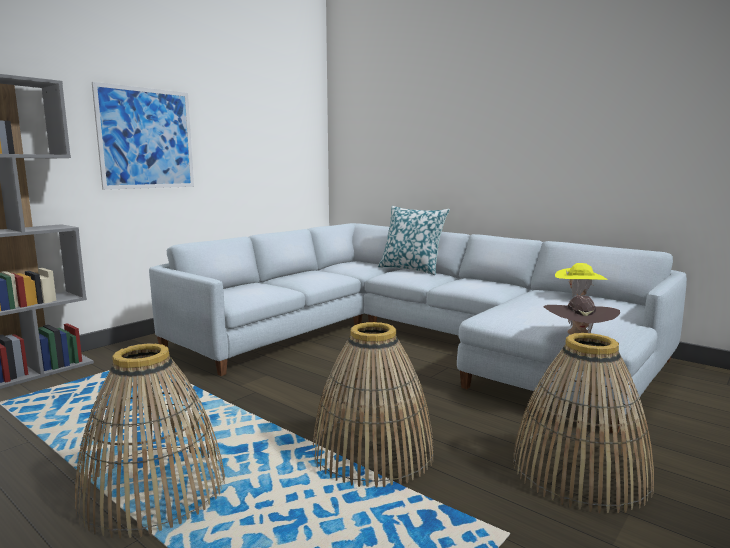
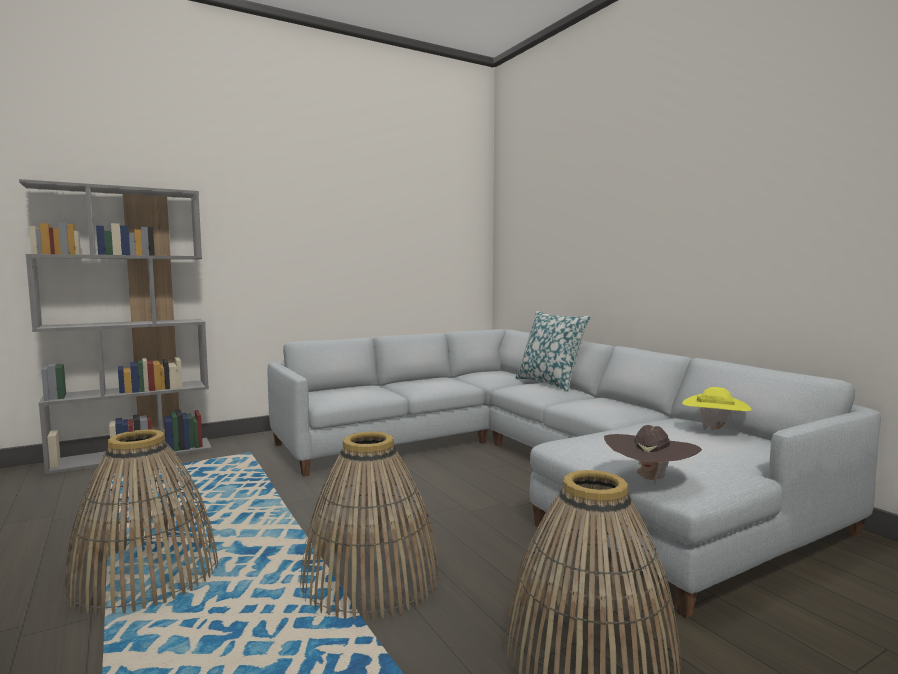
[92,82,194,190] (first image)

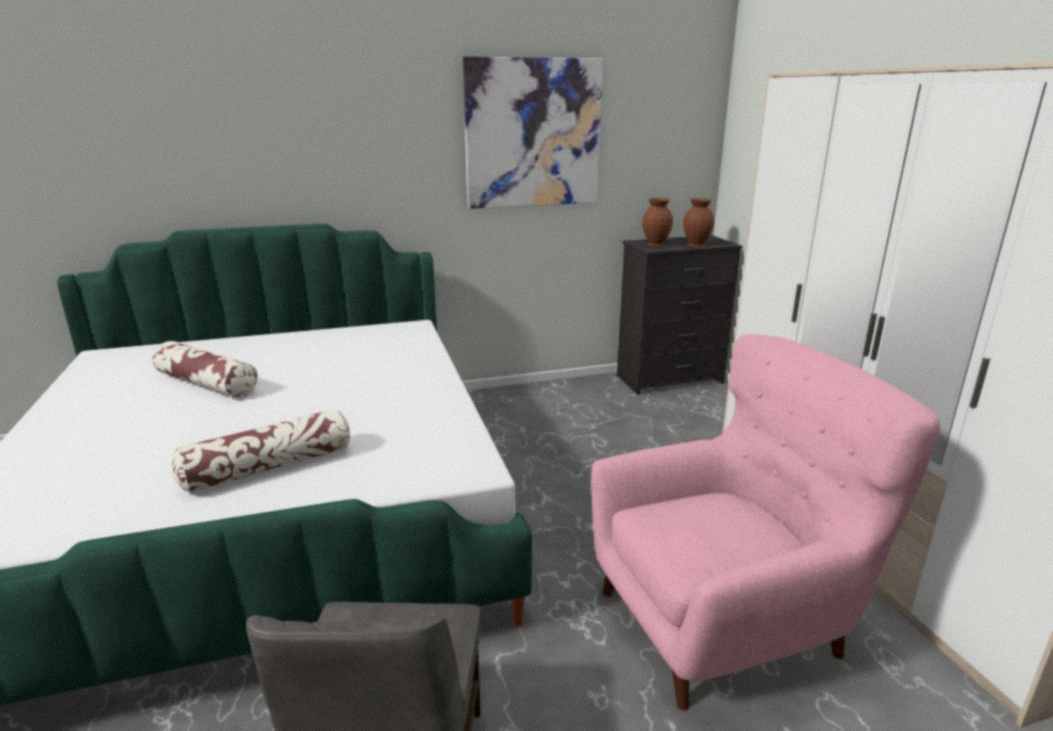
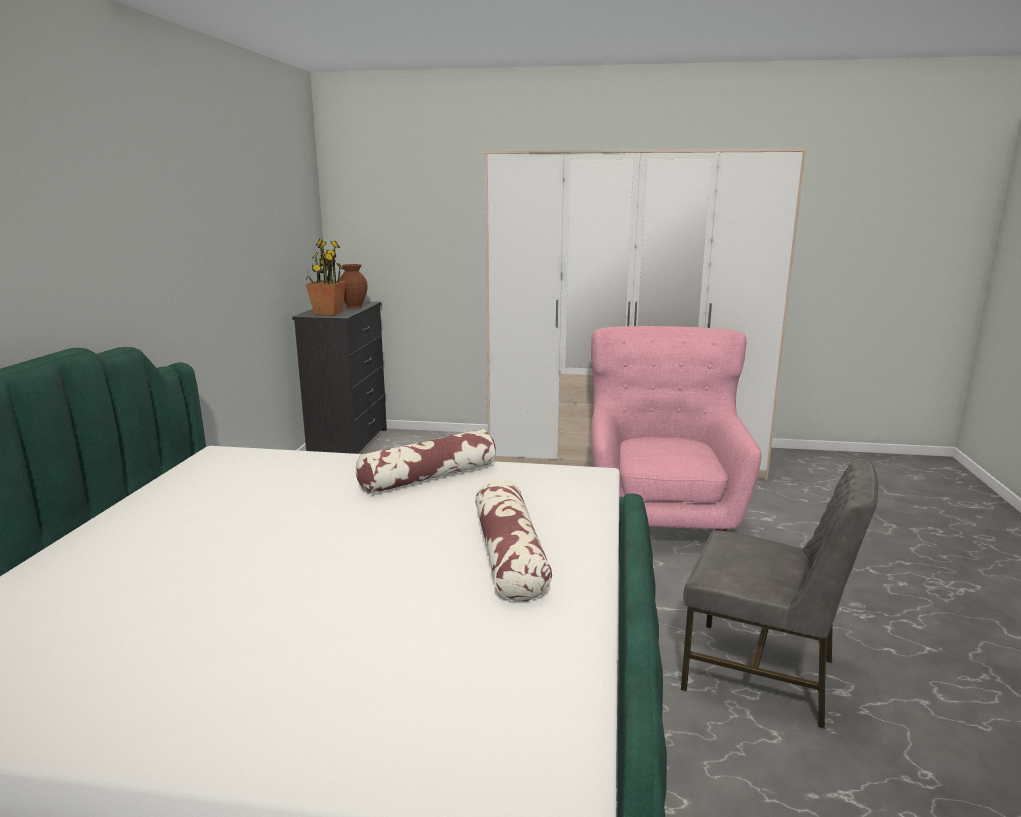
[463,56,603,209] (first image)
[356,429,496,494]
[306,239,346,315]

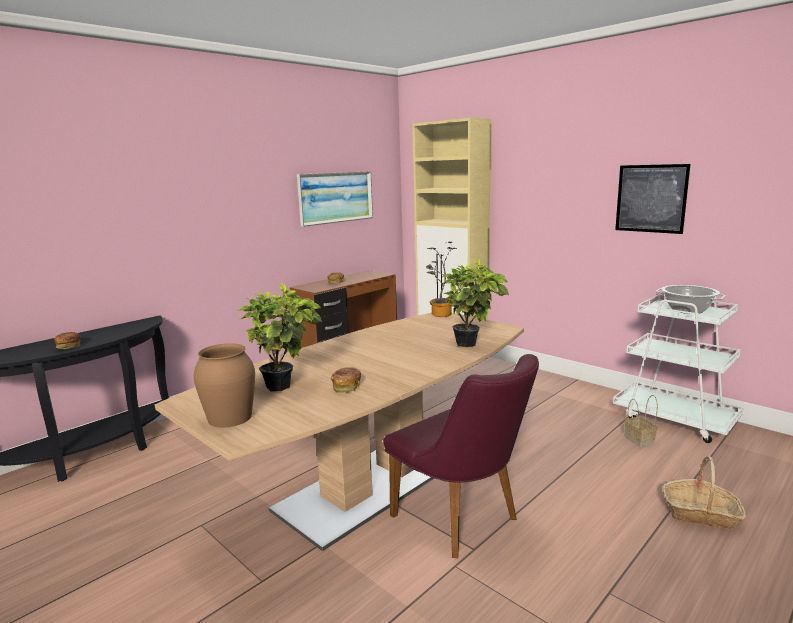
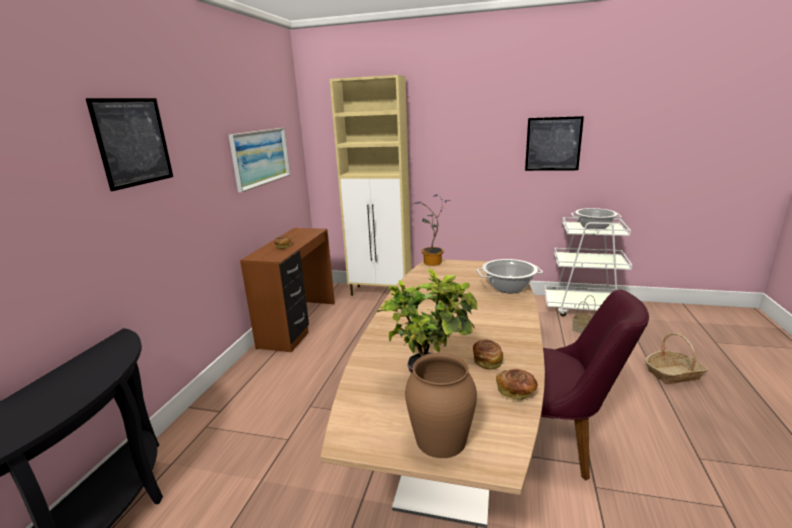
[86,98,173,191]
[496,369,538,400]
[477,259,543,293]

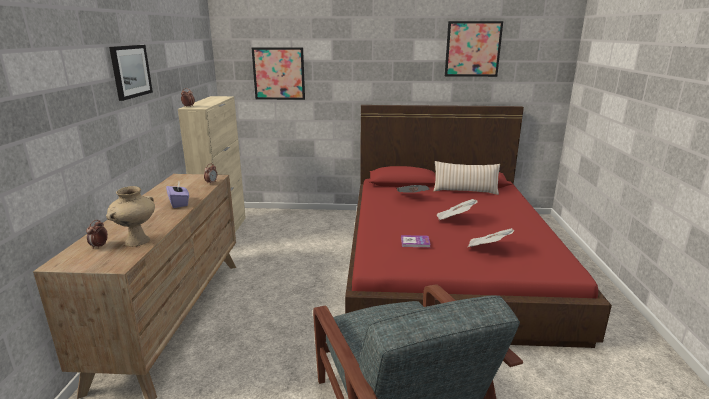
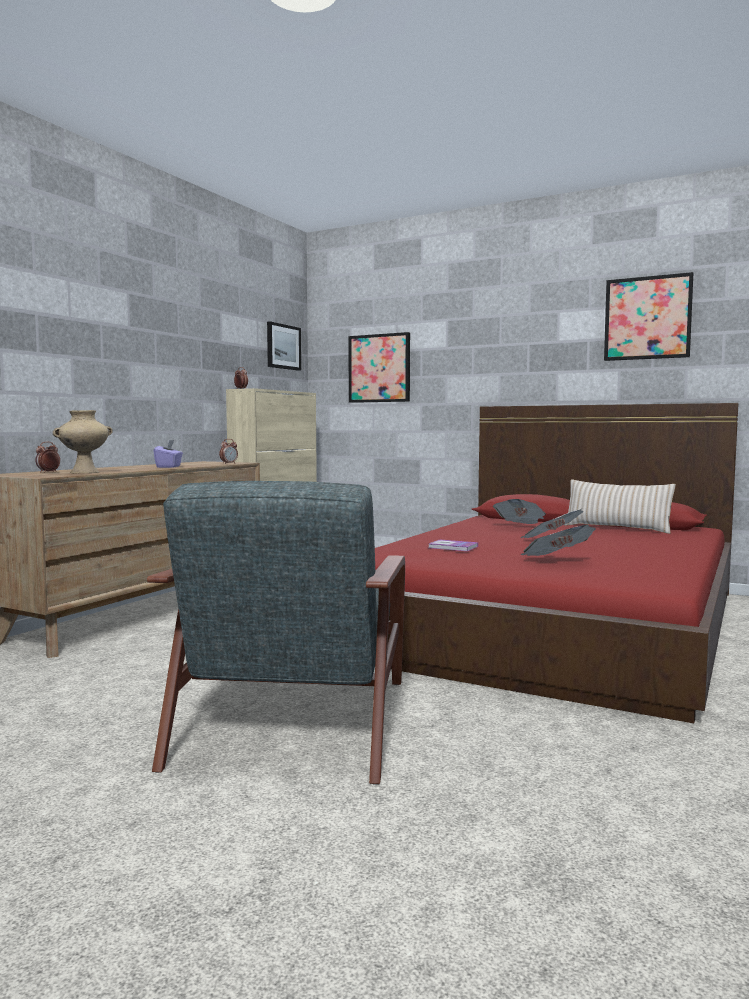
[267,321,301,371]

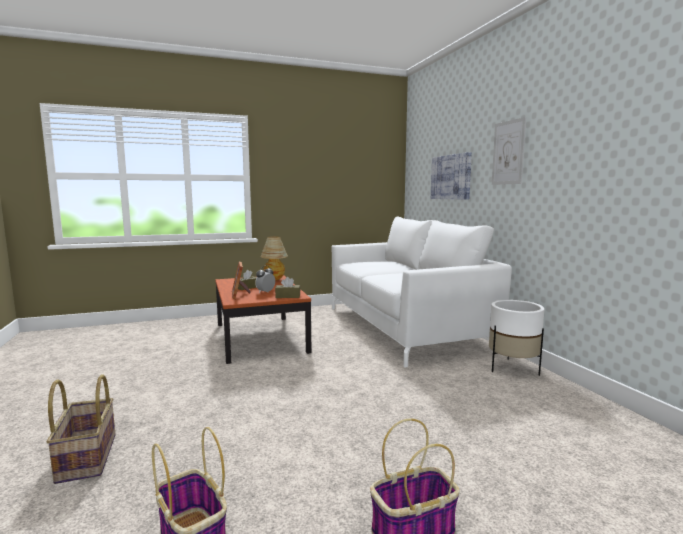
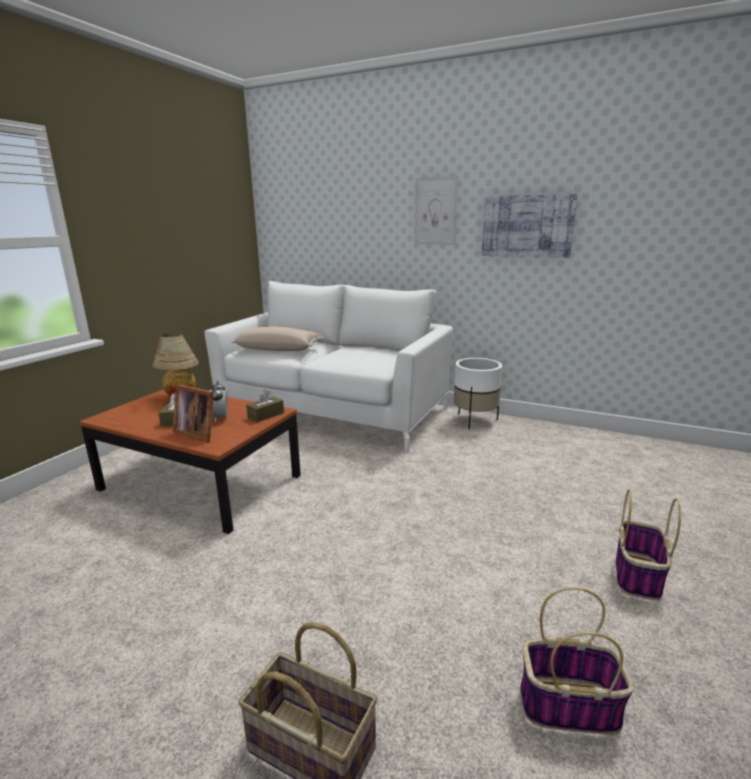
[231,326,323,351]
[481,194,578,258]

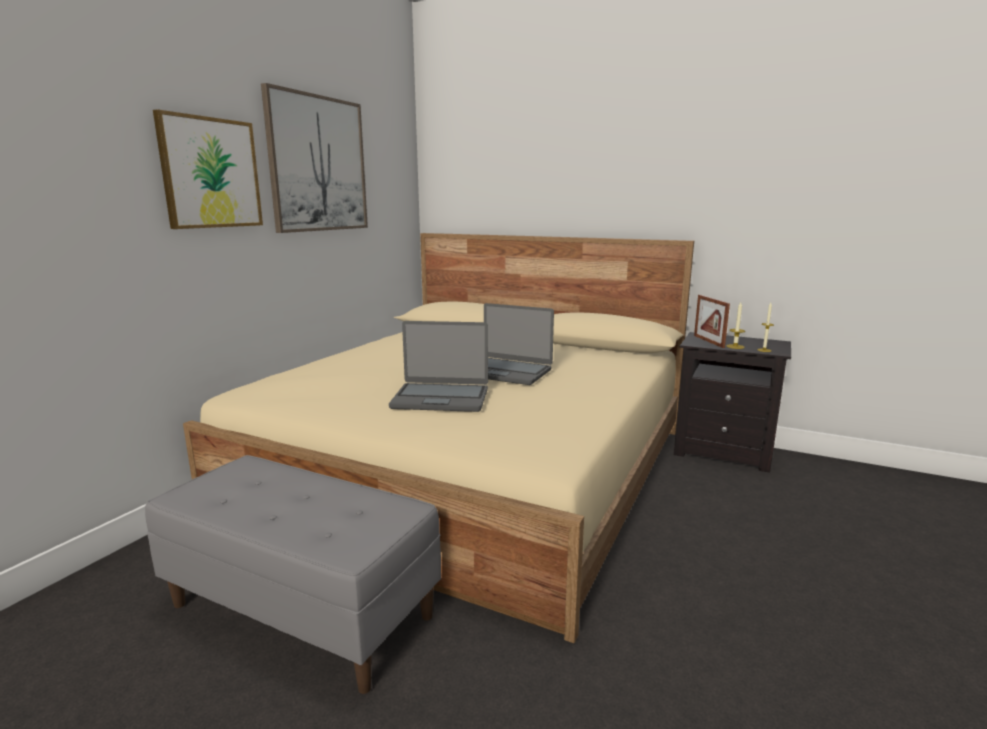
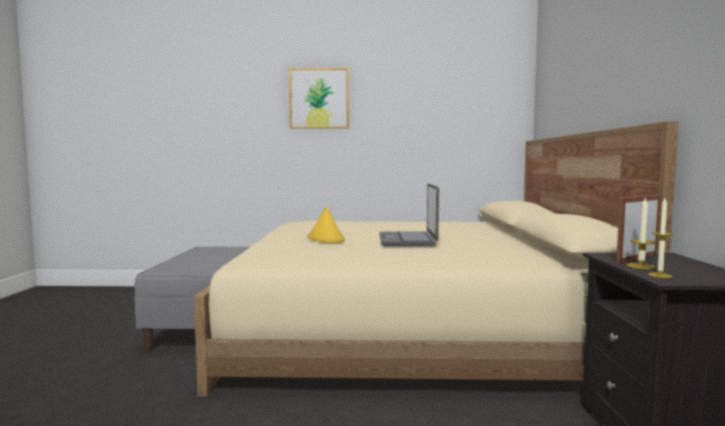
[261,83,368,233] (first image)
[307,206,345,243]

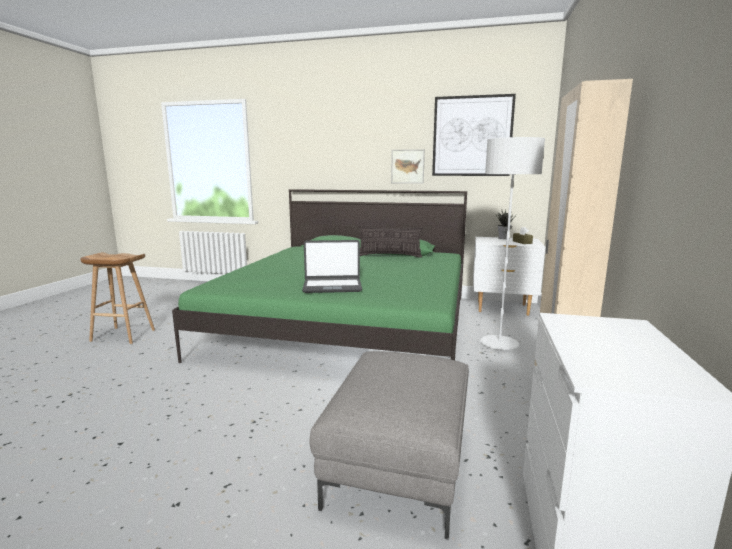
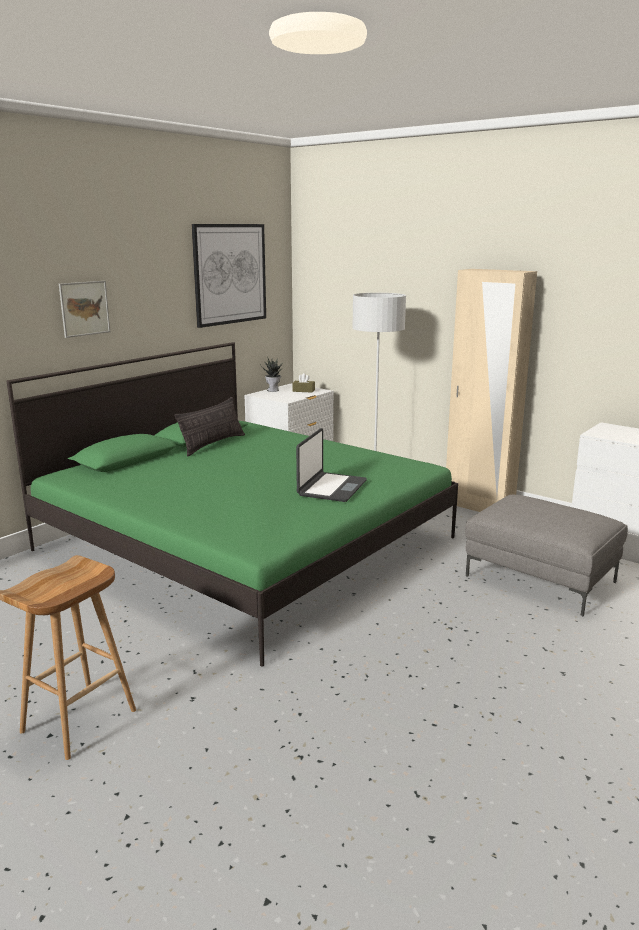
[59,281,110,338]

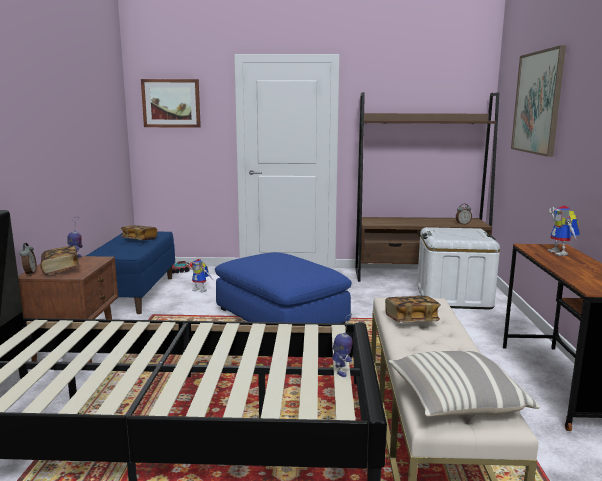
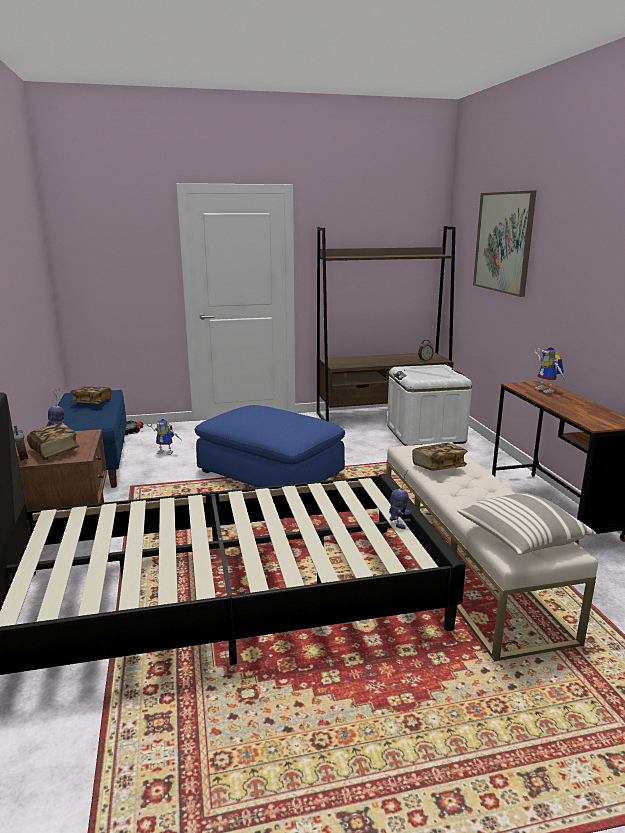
[141,79,201,128] (first image)

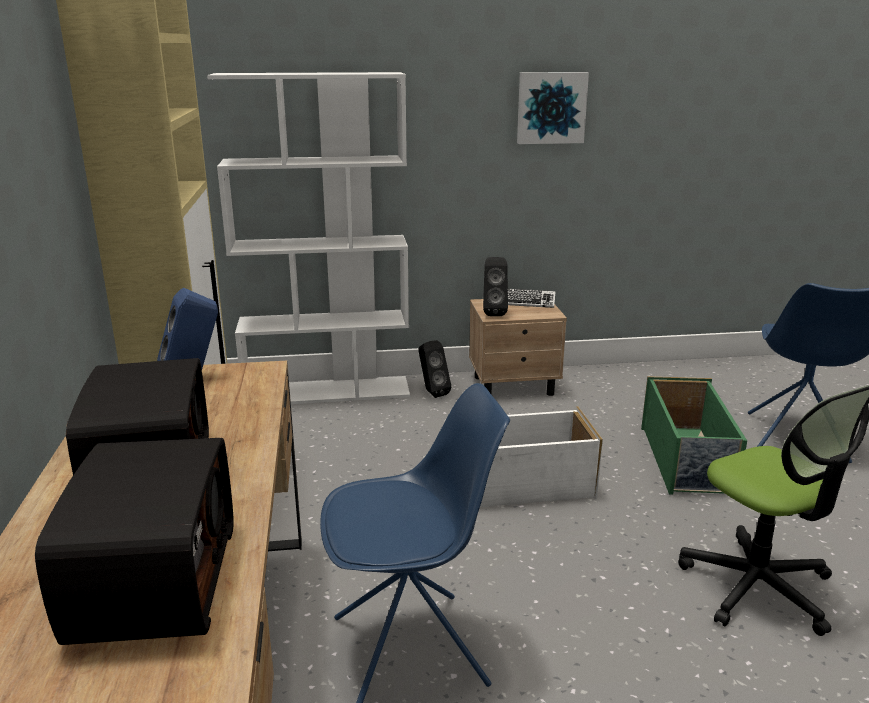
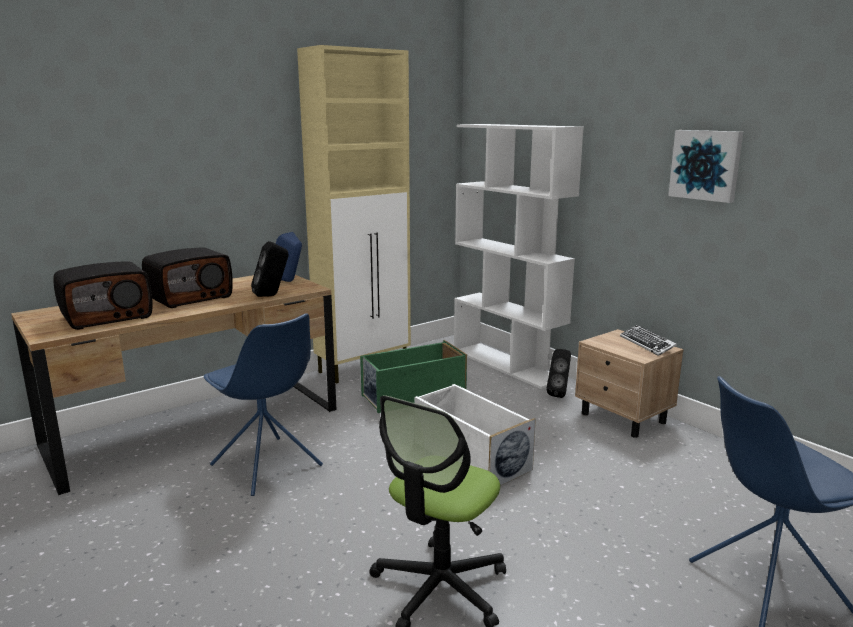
[251,241,288,297]
[360,340,467,413]

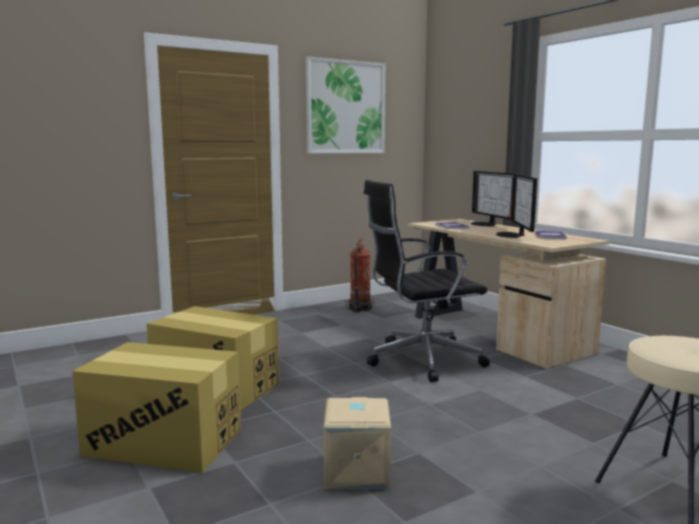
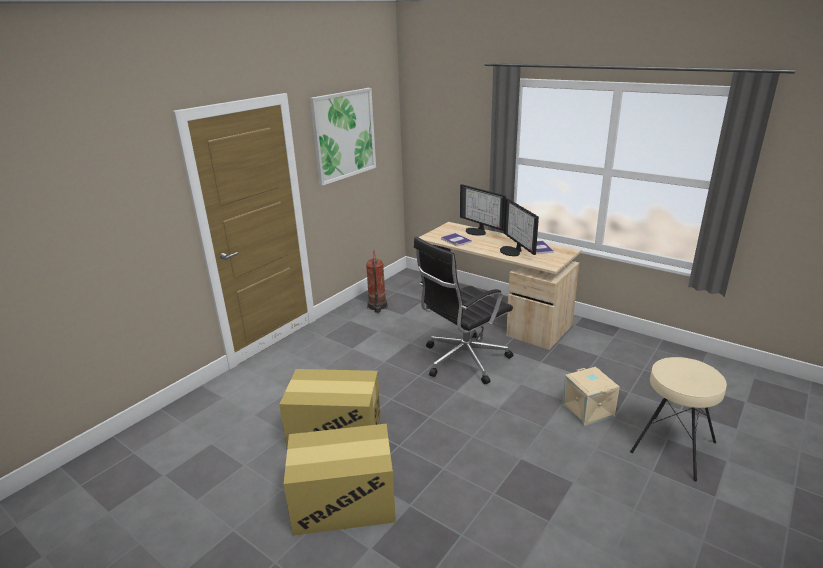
[562,367,620,426]

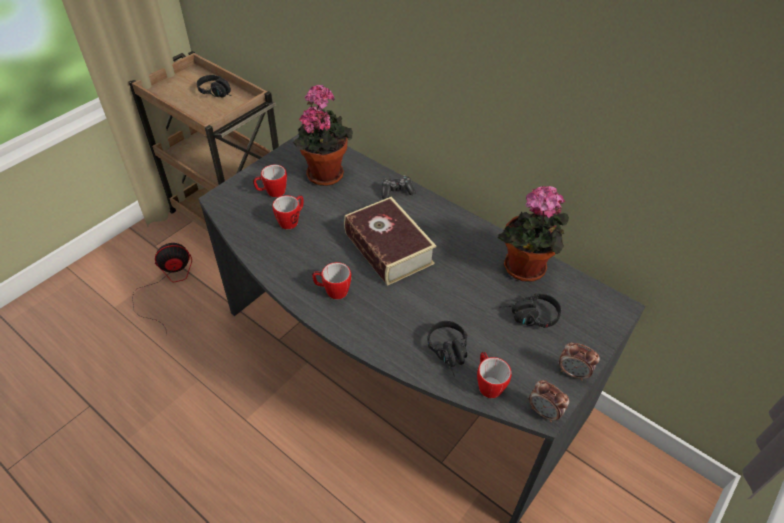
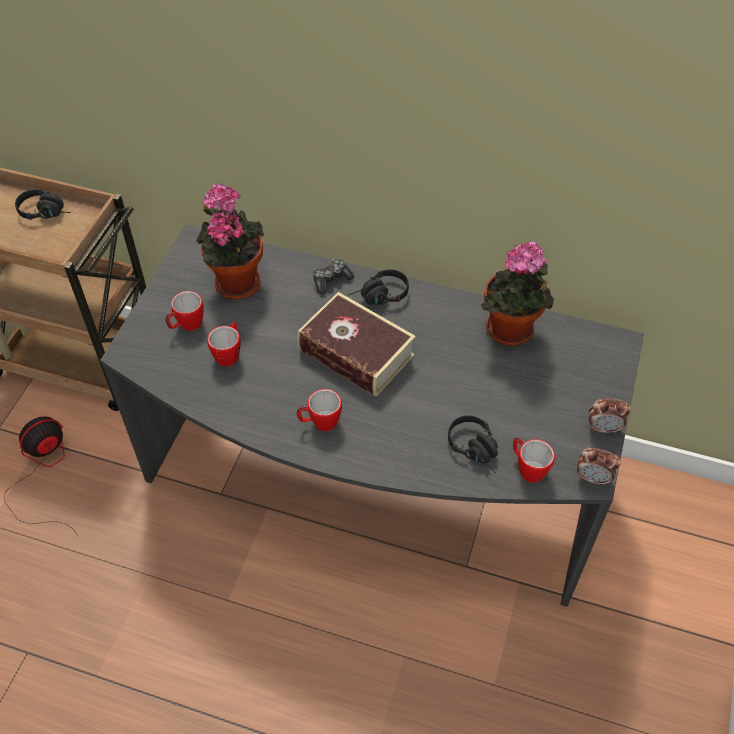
[349,269,409,305]

